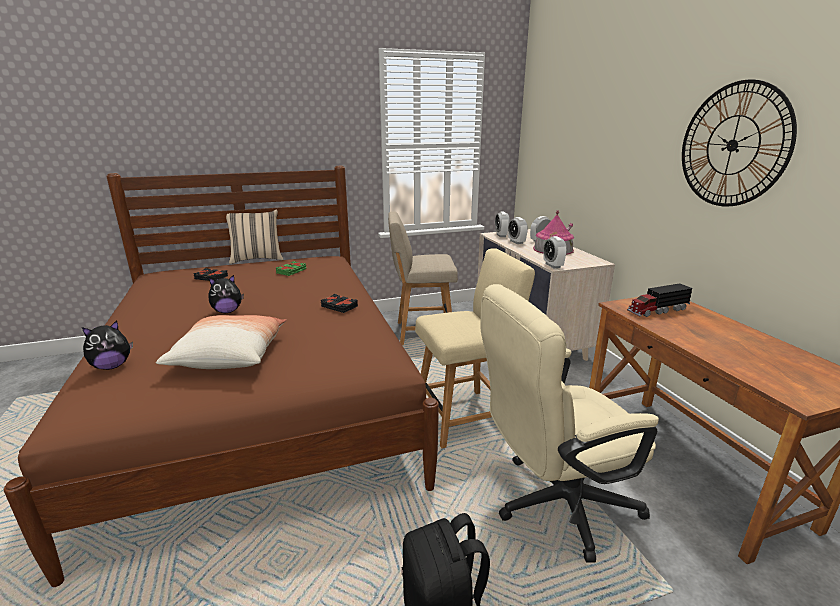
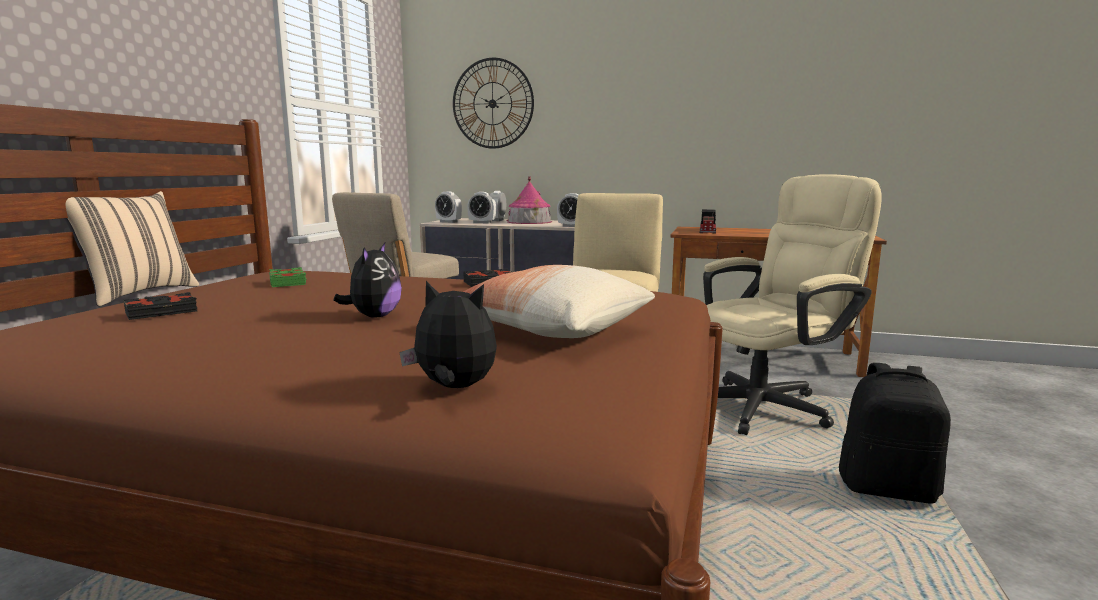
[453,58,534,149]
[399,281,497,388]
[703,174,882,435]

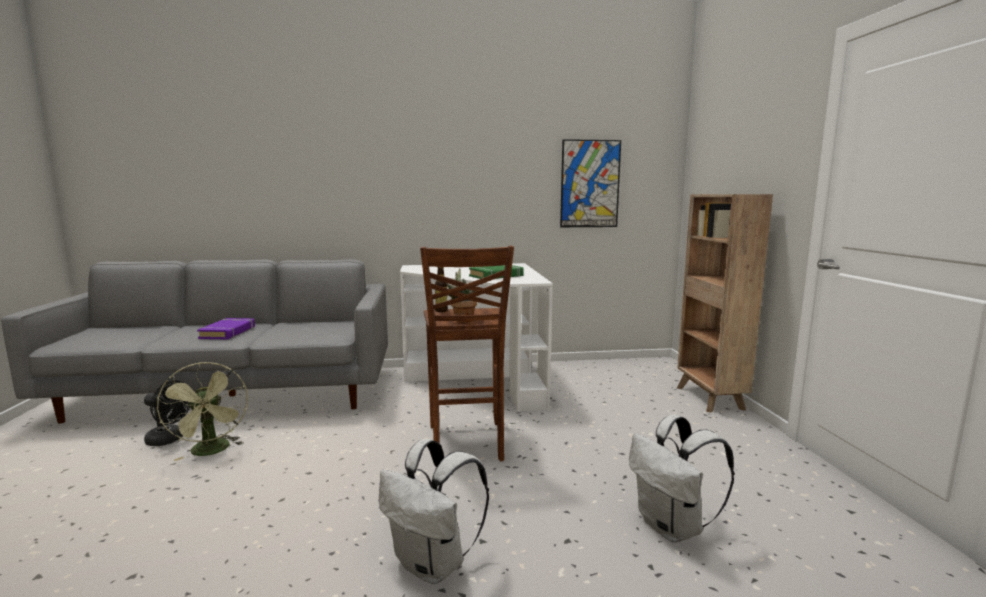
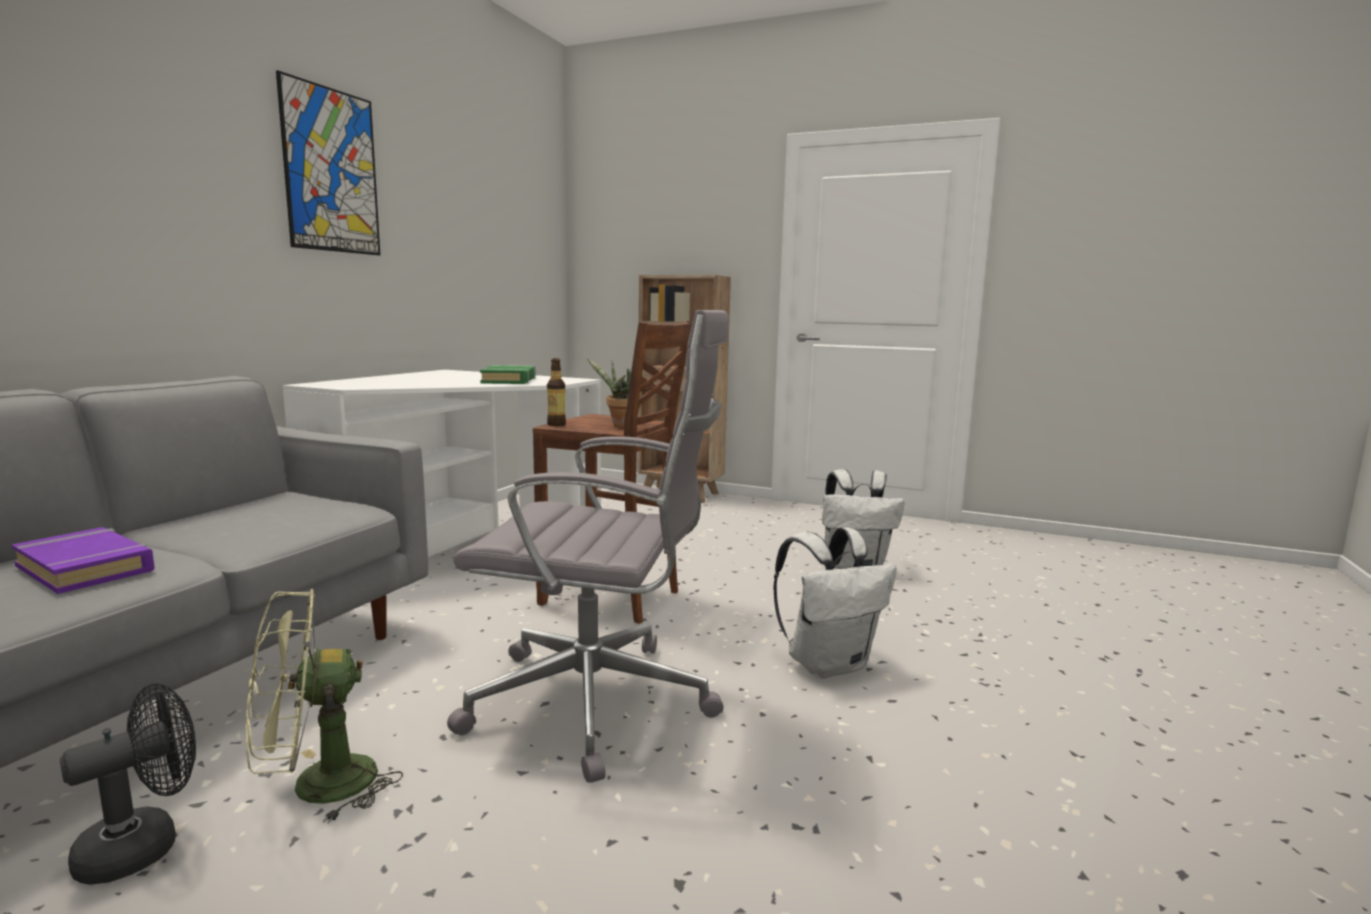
[447,310,729,783]
[276,70,380,255]
[246,589,403,824]

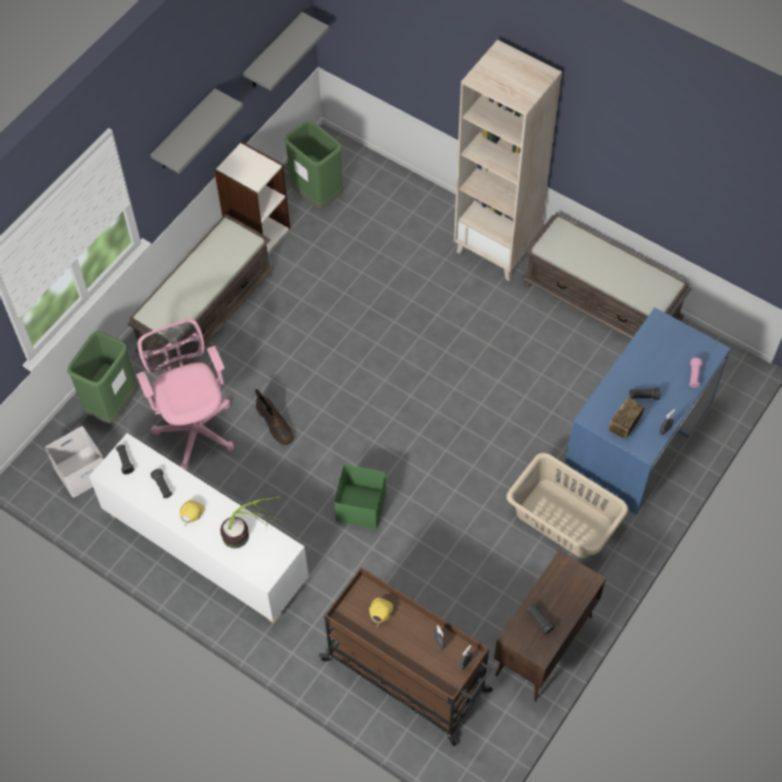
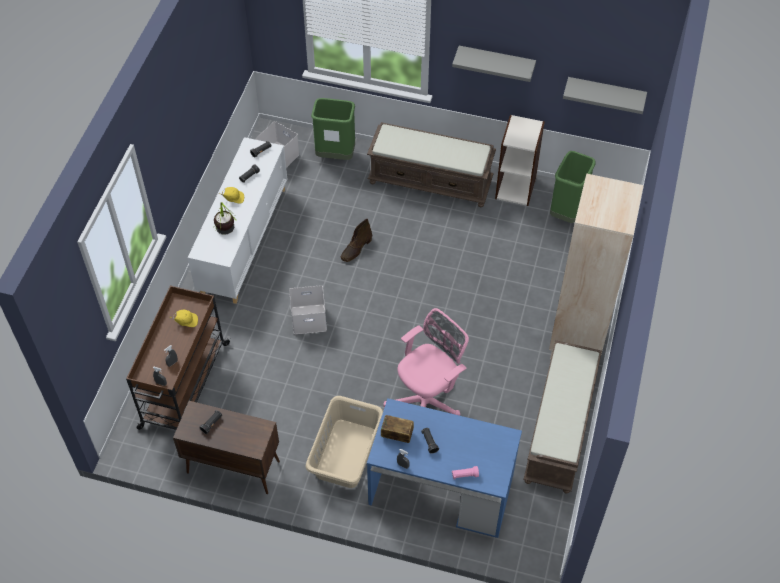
[383,308,469,416]
[289,285,327,334]

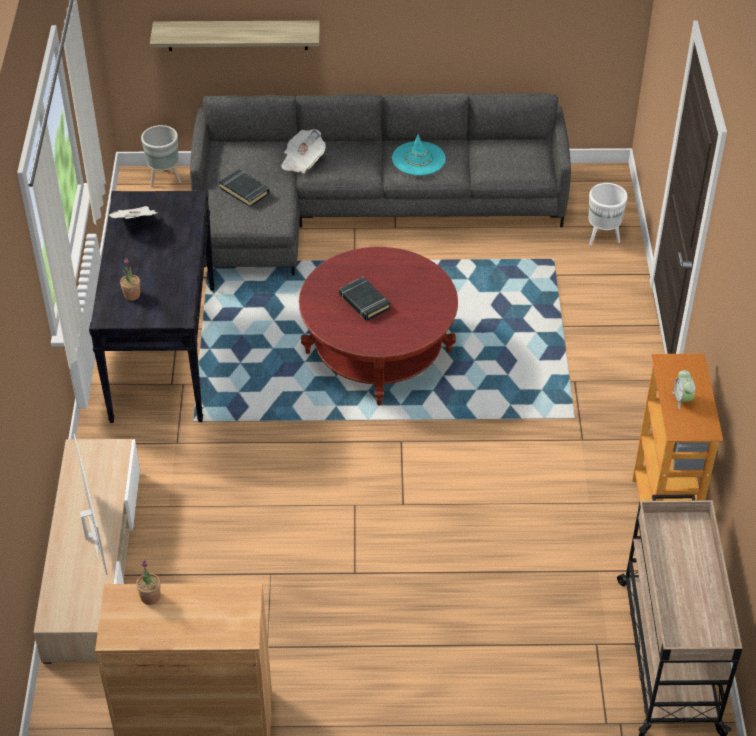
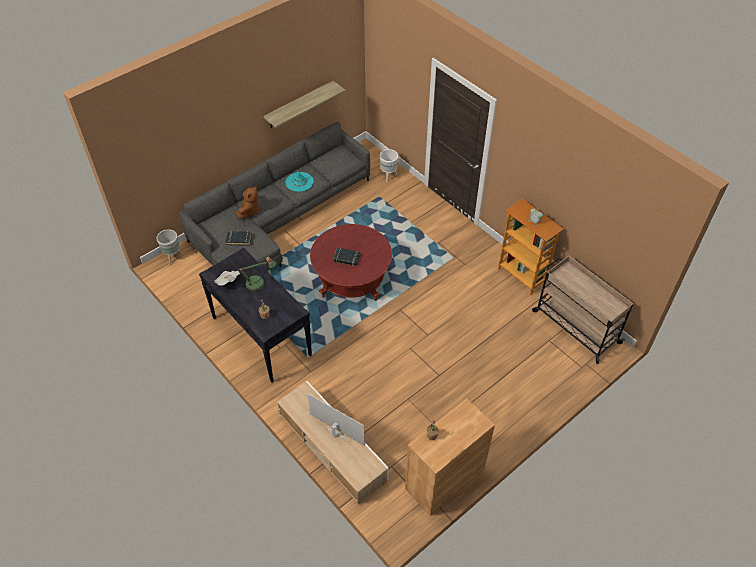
[239,257,276,291]
[263,81,346,128]
[236,186,259,219]

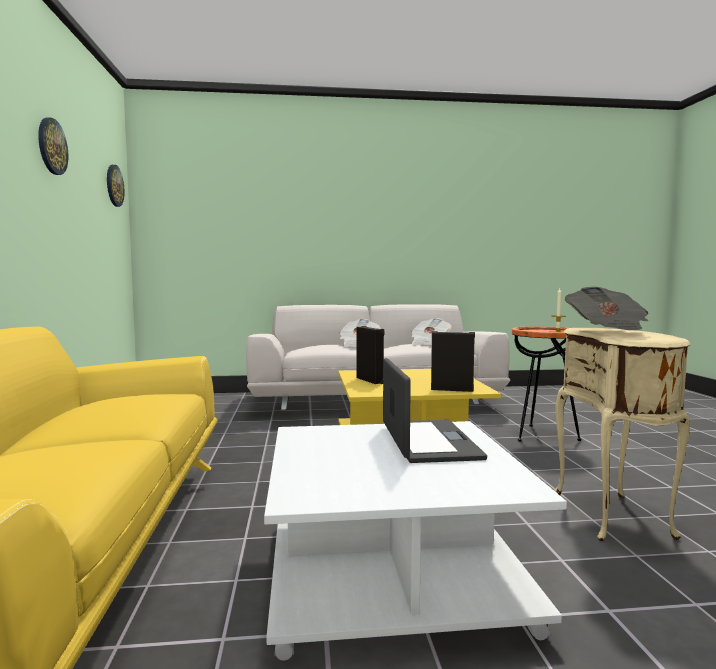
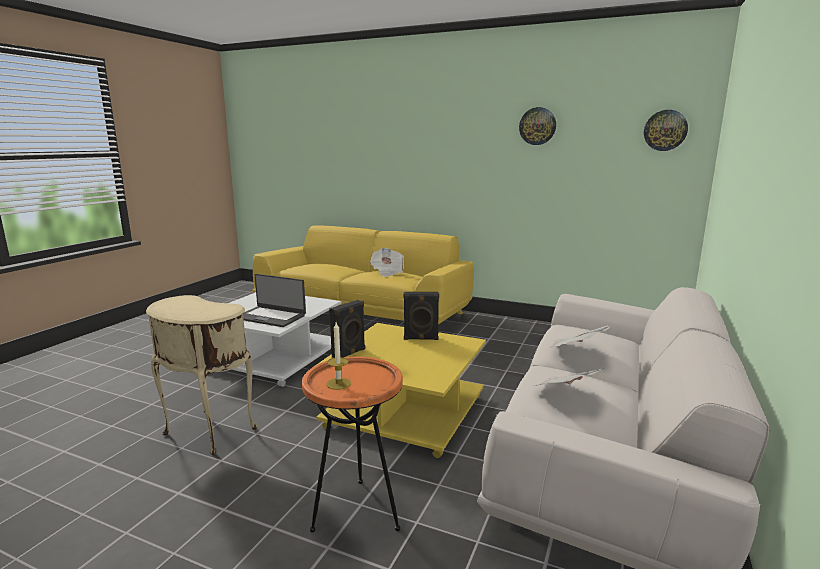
[370,248,404,277]

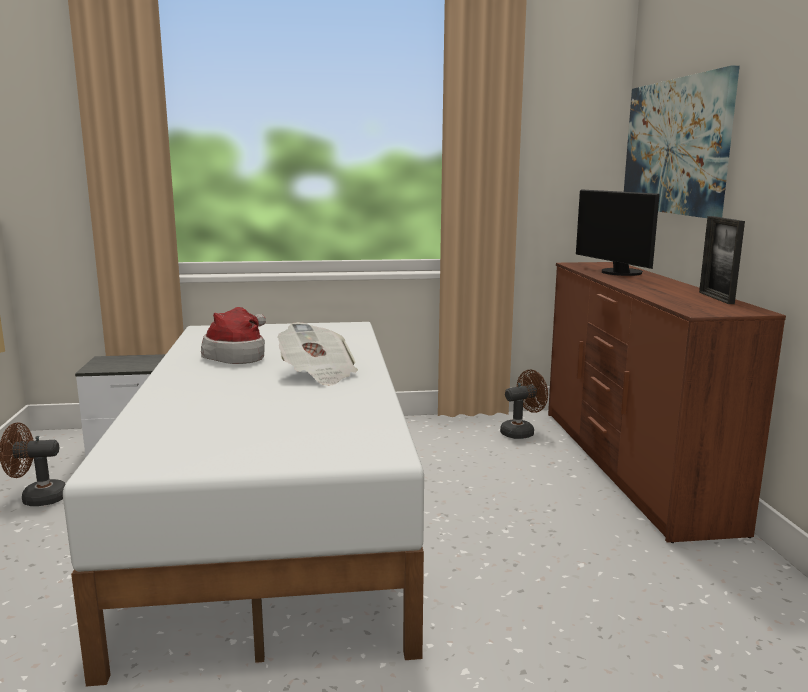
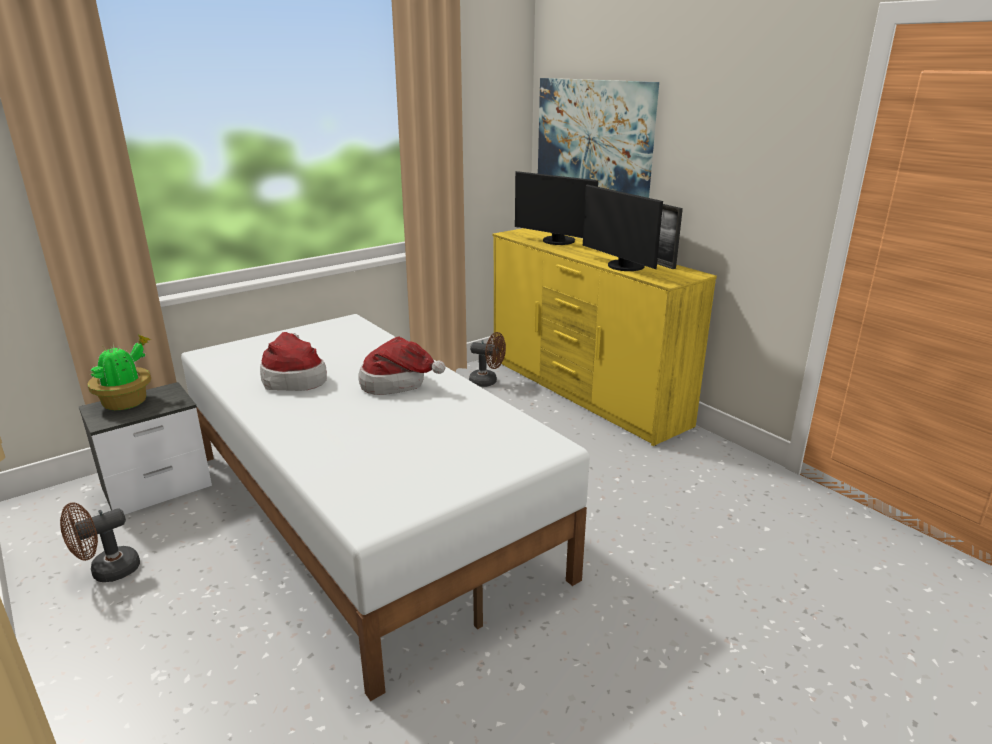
[87,335,151,410]
[583,185,663,271]
[358,337,446,395]
[493,228,717,446]
[469,332,506,387]

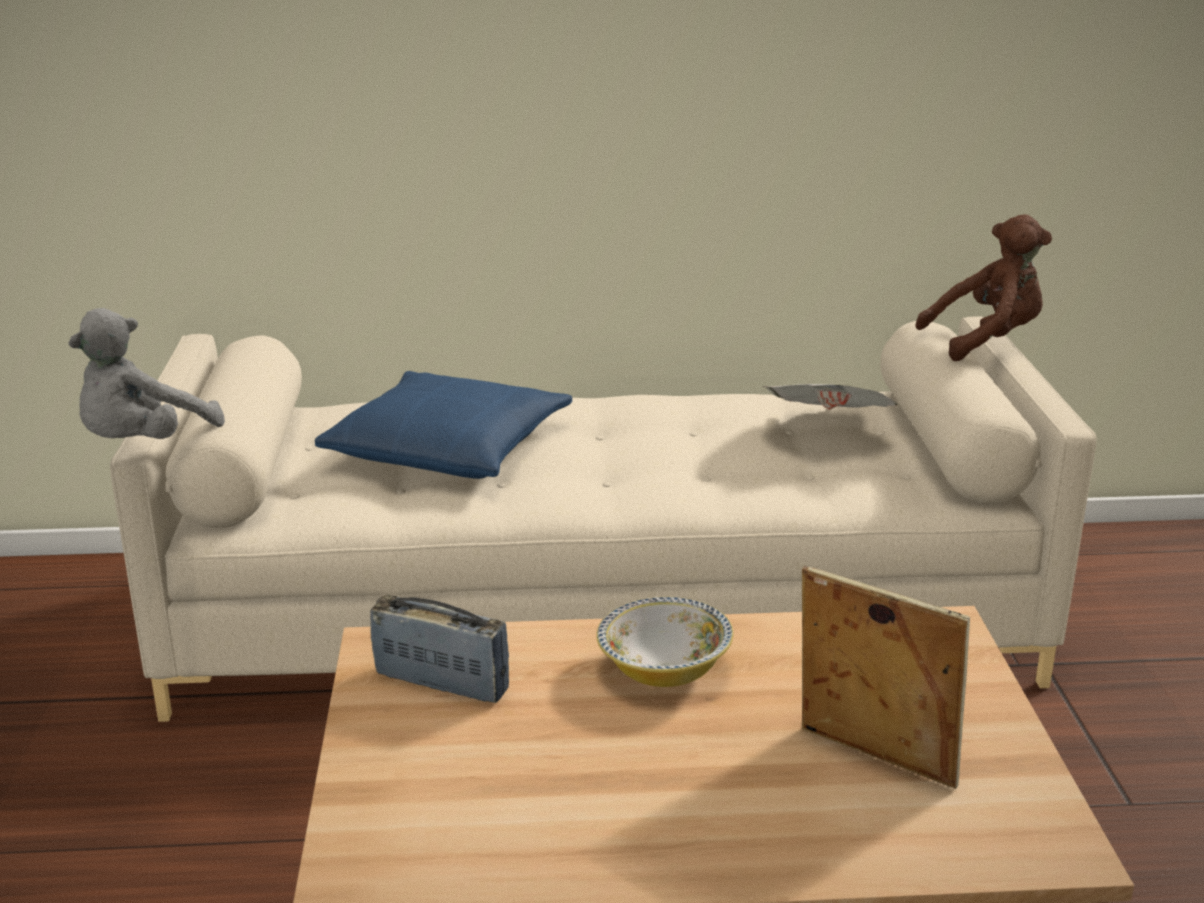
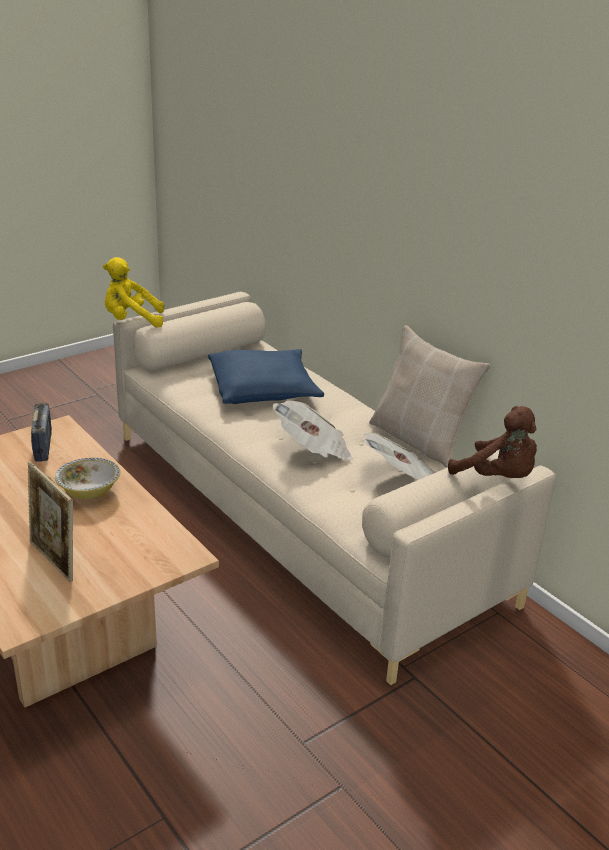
[273,401,353,461]
[369,325,490,468]
[103,257,164,328]
[28,462,73,582]

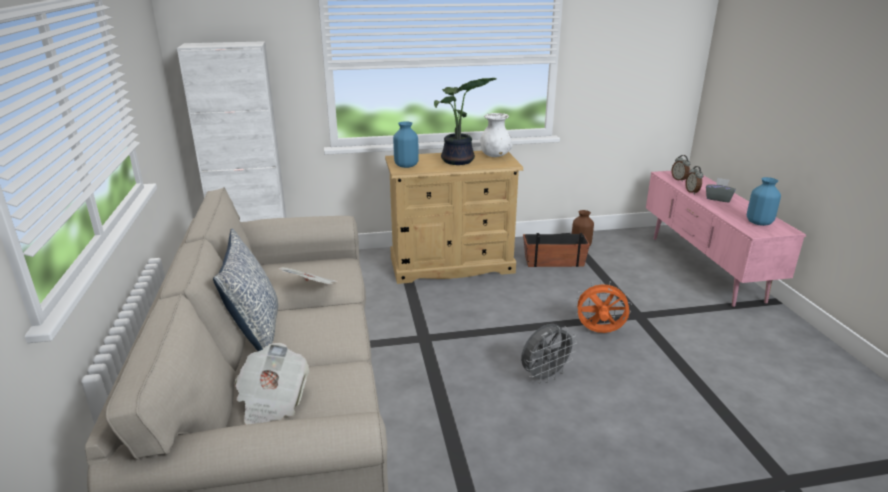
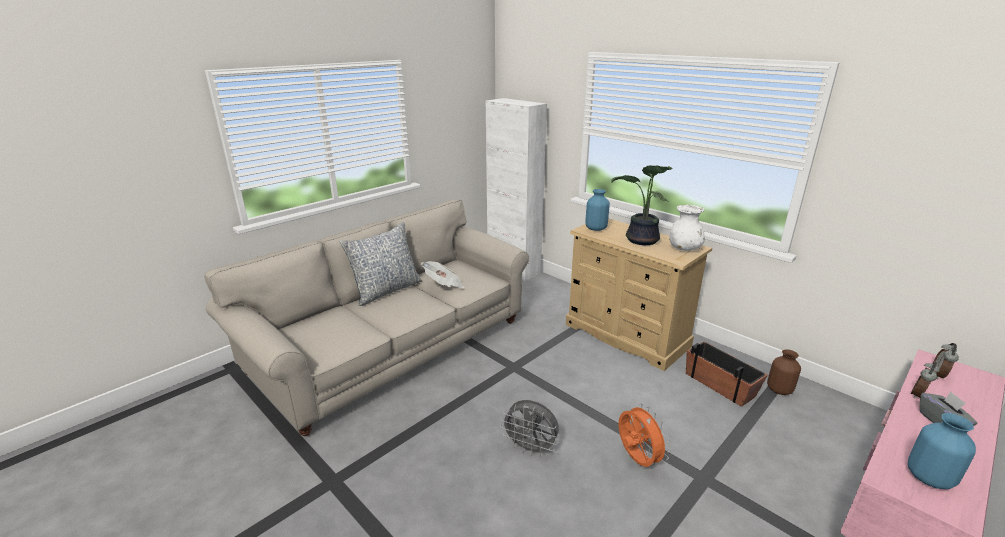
[235,343,309,425] (first image)

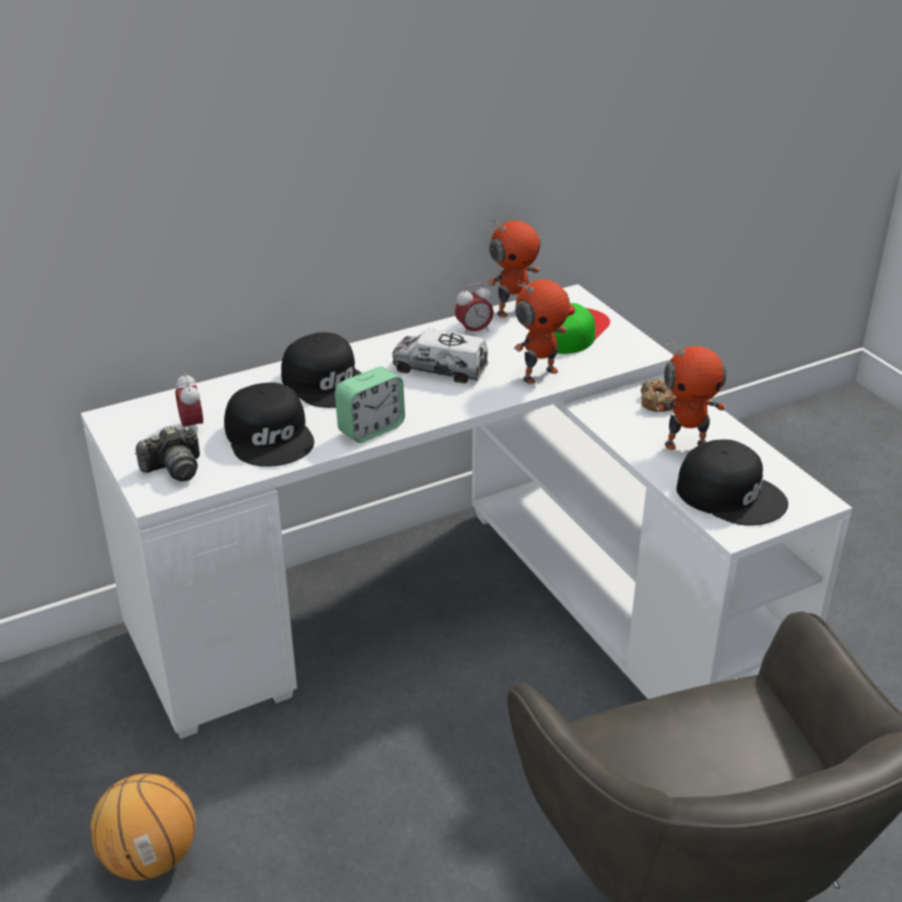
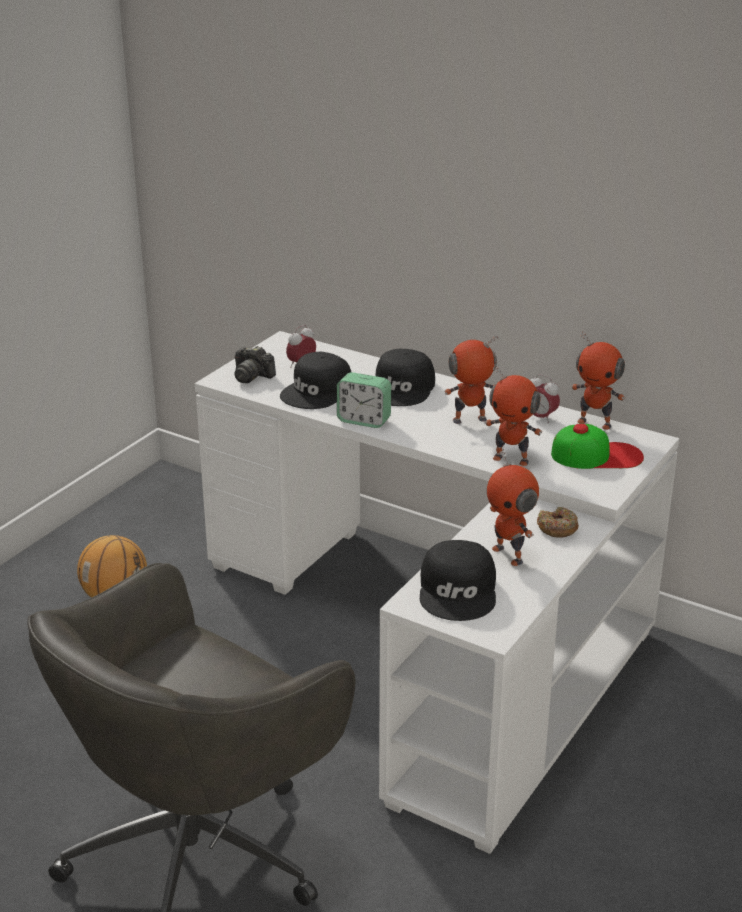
[444,336,499,424]

